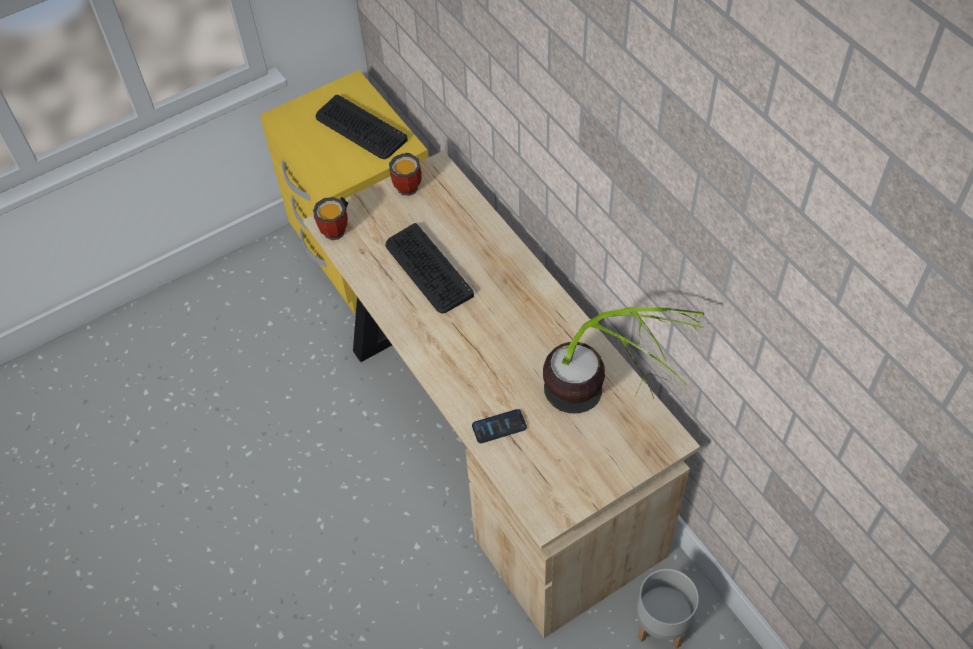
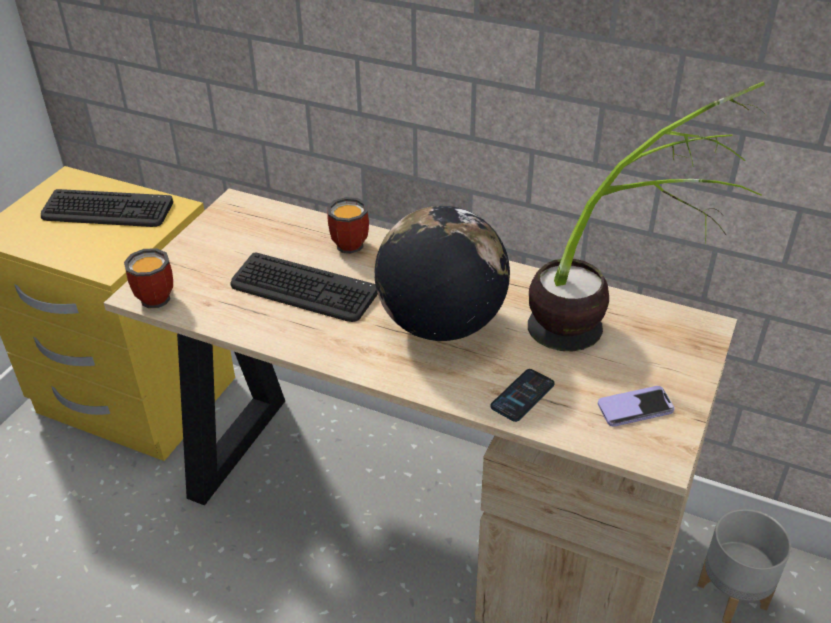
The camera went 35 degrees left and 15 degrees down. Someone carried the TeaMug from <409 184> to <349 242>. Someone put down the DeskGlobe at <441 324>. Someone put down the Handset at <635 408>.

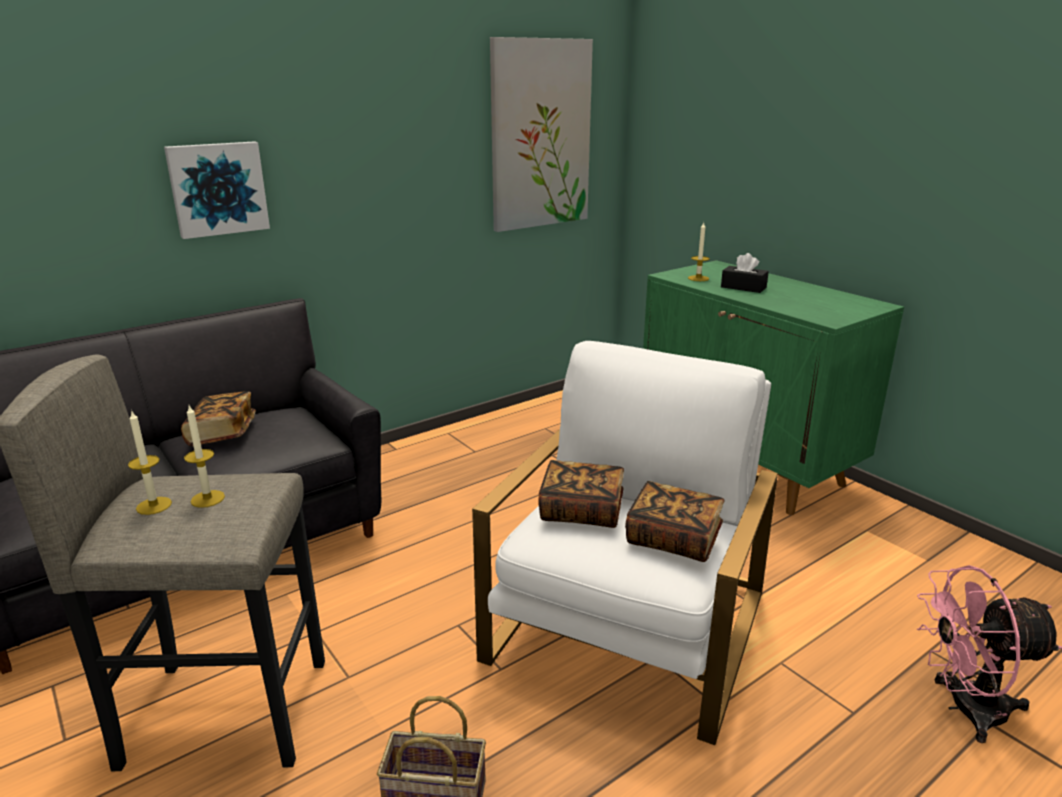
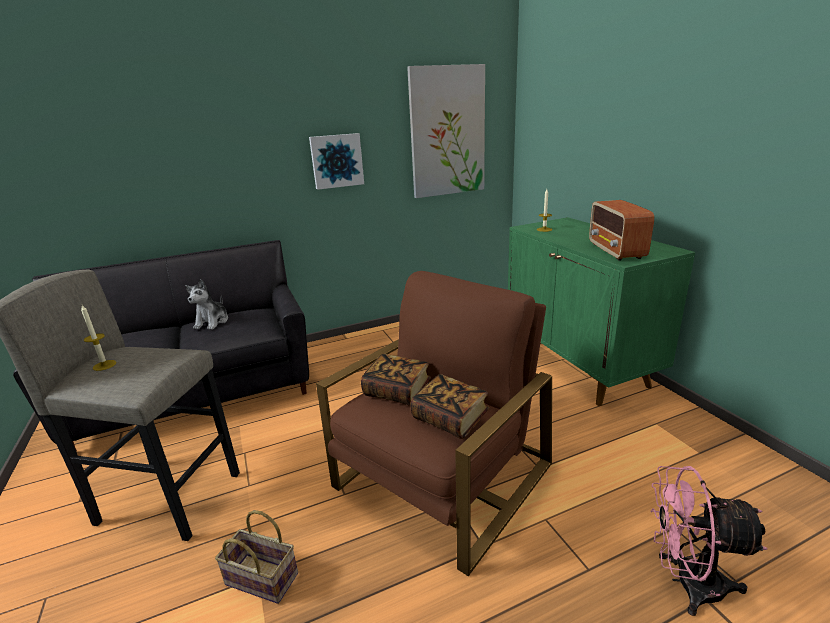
The camera went 15 degrees right and 0 degrees up. Someone carried the WallPicture from <217 189> to <336 161>. Someone swapped the Book at <222 433> for the SoftToy at <212 322>. Someone took away the Candle at <207 499>. Someone repainted the WhiteArmchair at <628 628>, which became the BrownArmchair at <442 477>. Someone took away the BlackishBoxOfTissues at <743 287>. Someone put down the RadioReceiver at <616 251>.

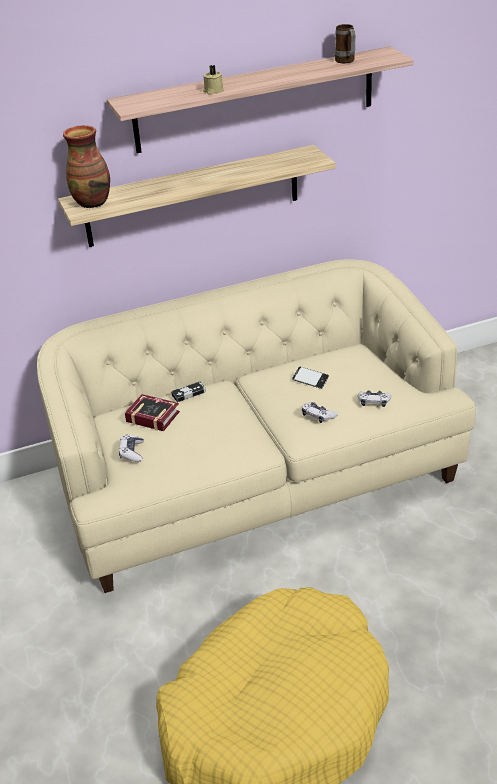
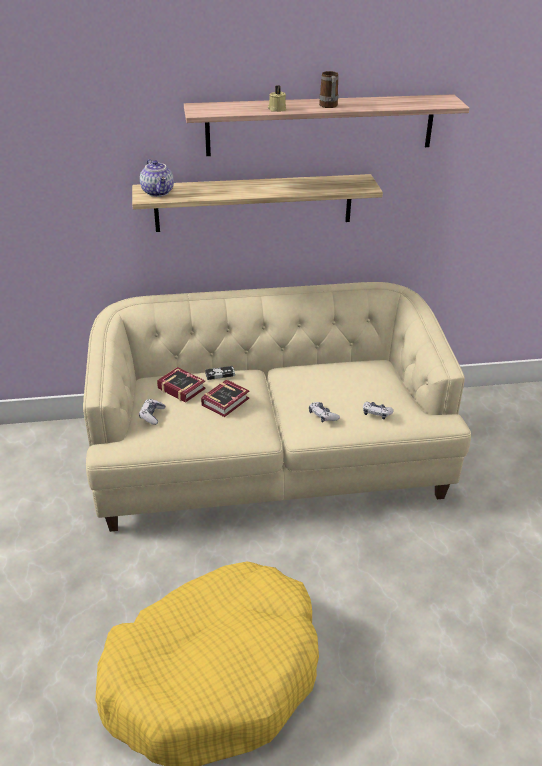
The camera went 10 degrees right and 0 degrees up. Someone swapped the FlowerVase at <93 202> for the PotForTea at <158 192>. Someone took away the Handset at <310 380>. Someone carried the TeaMug from <346 61> to <329 106>. Someone put down the Book at <227 401>.

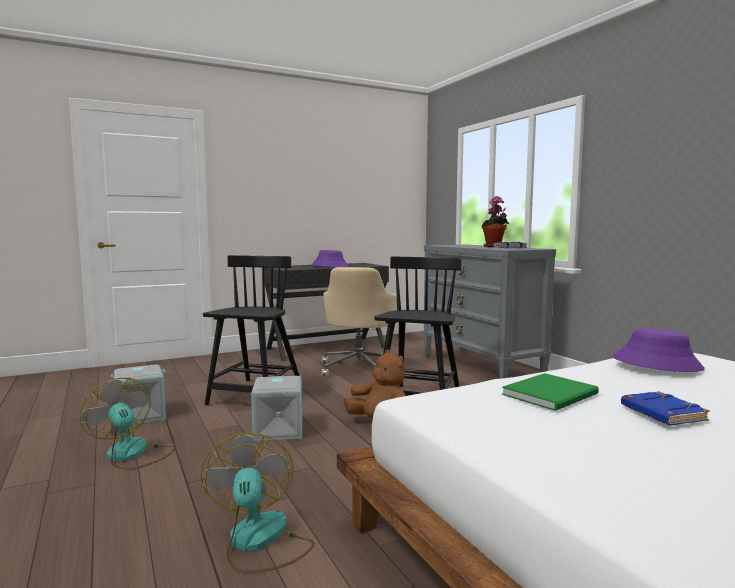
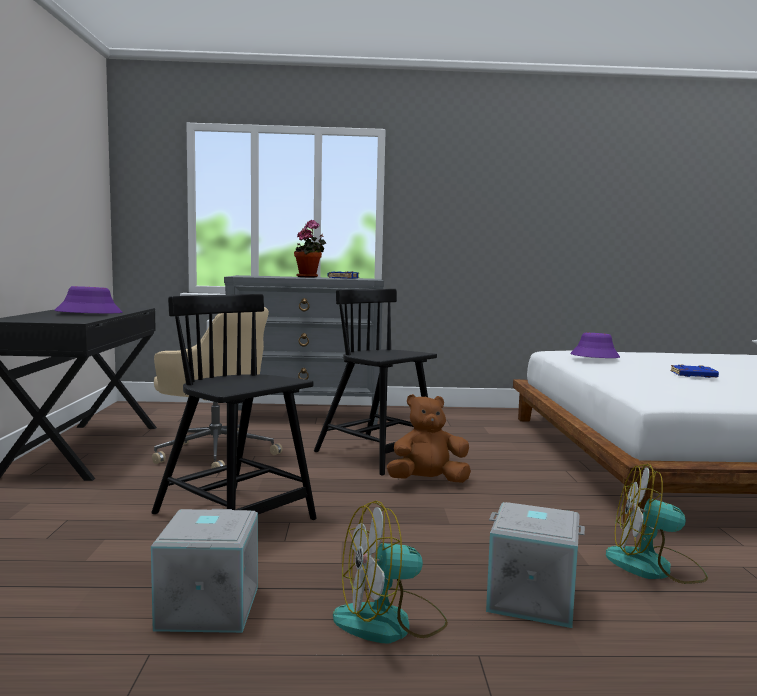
The camera went 65 degrees left and 0 degrees up. Someone carried the GrayStorageBox from <279 430> to <532 598>. Someone took away the GreenColouredBook at <553 394>.

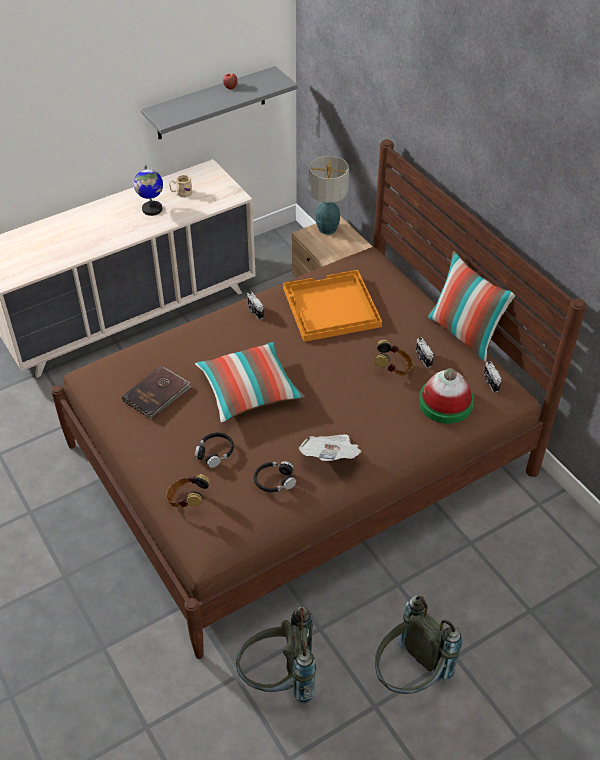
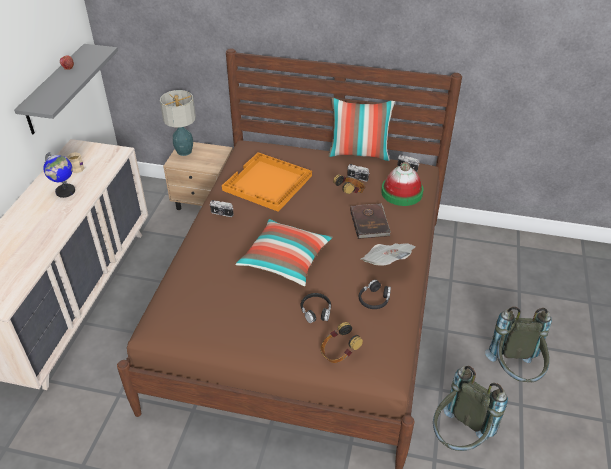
The camera went 45 degrees left and 5 degrees down. Someone carried the BrownBook from <157 394> to <370 222>.

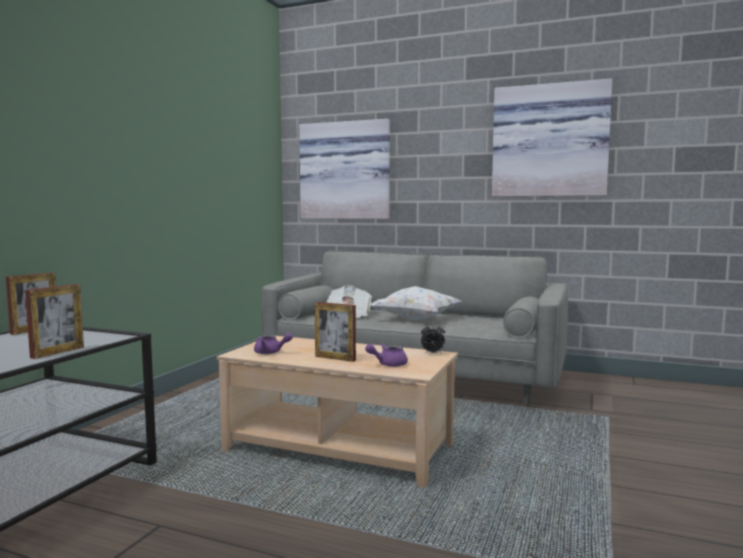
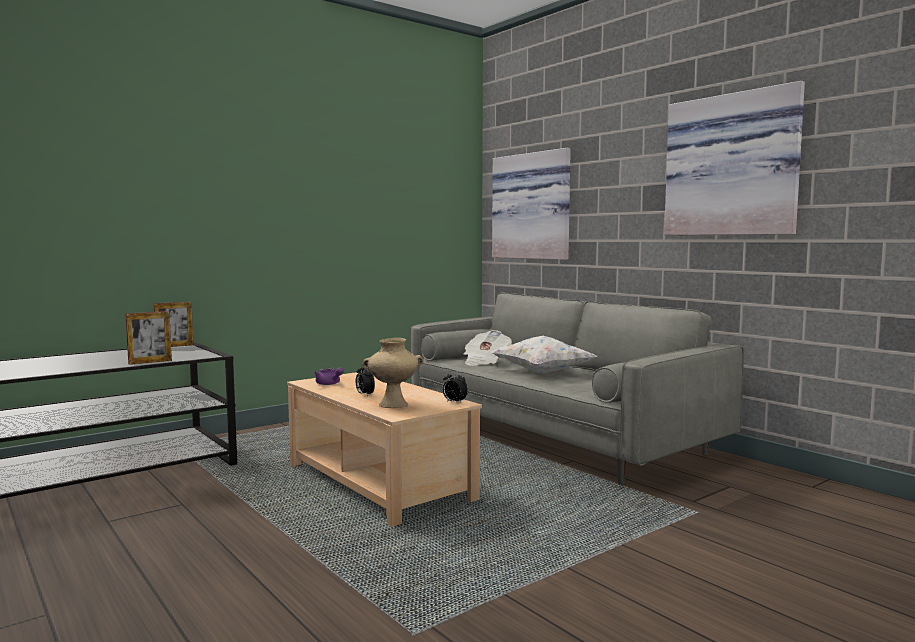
The camera went 30 degrees right and 0 degrees up. Someone swapped the PhotoFrame at <335 358> for the TableClock at <364 395>. Someone swapped the PurplePotForTea at <388 364> for the BeigeColouredFlowerVase at <392 405>.

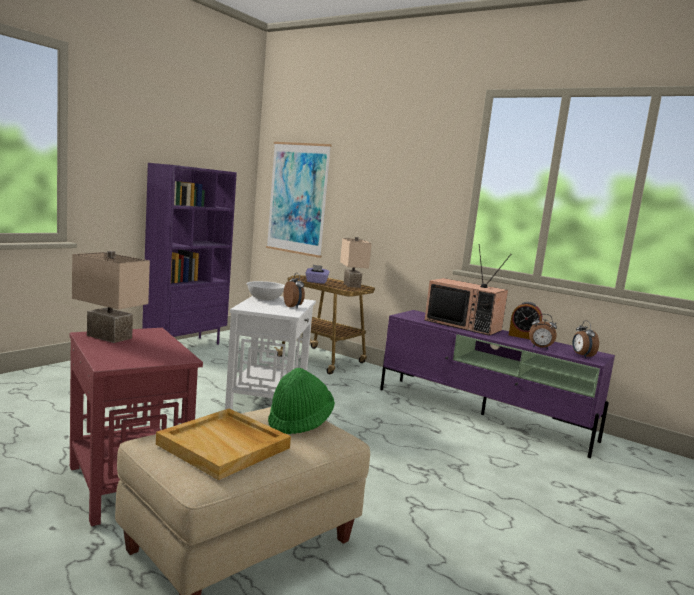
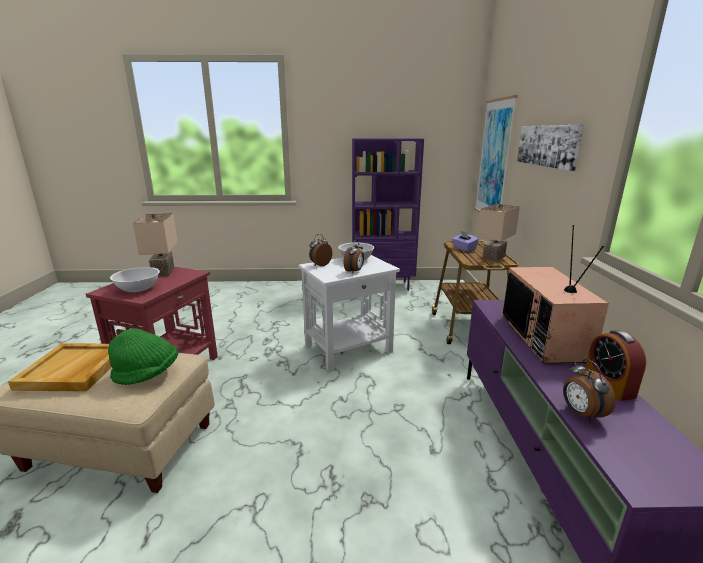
The camera went 55 degrees right and 10 degrees up. Someone carried the TableClock from <581 356> to <320 264>. Someone put down the WhiteDeepDish at <138 289>. Someone put up the WallPicture at <548 145>.

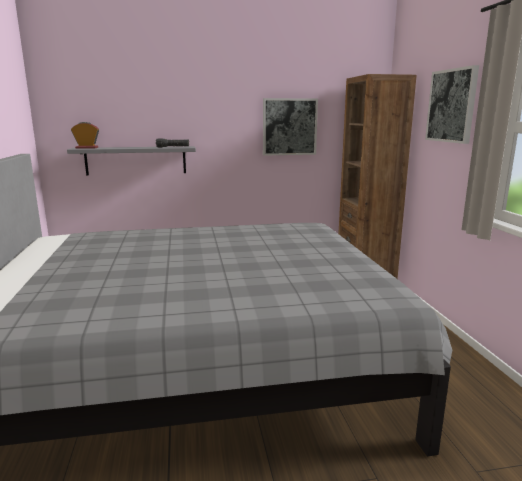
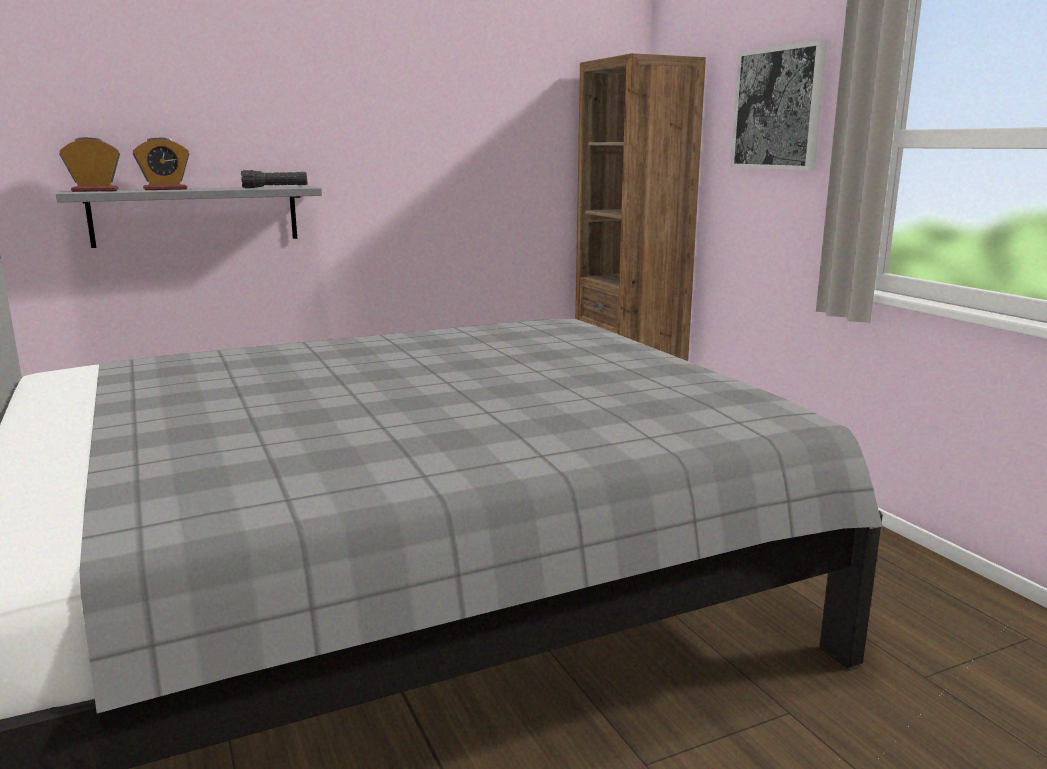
The camera went 15 degrees left and 0 degrees up. Someone took away the WallPicture at <289 127>. Someone put down the TableClock at <165 189>.

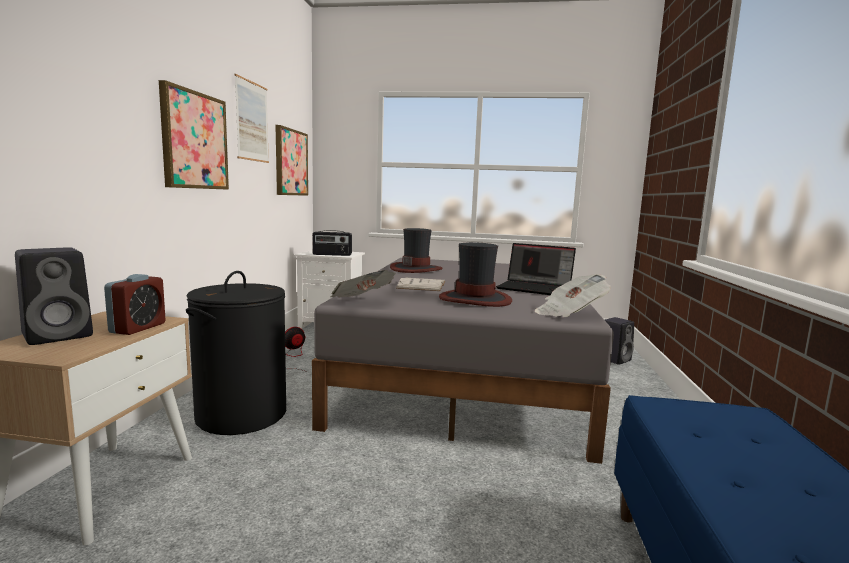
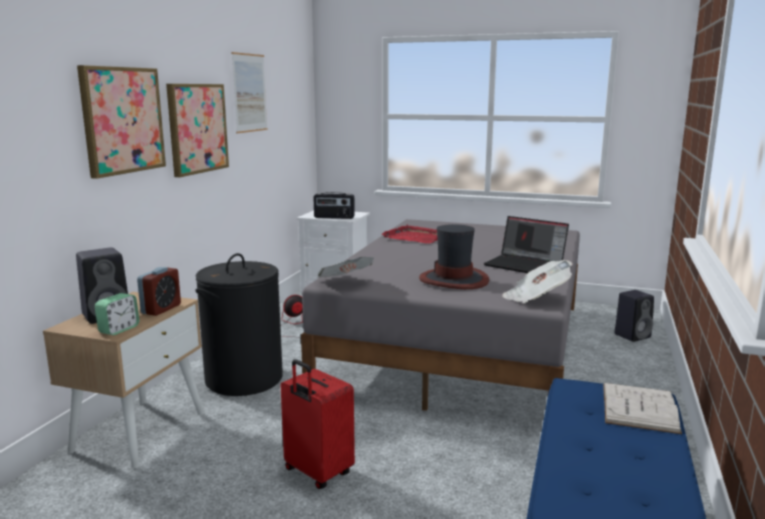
The camera went 10 degrees right and 5 degrees up. Someone carried the WallPicture from <290 162> to <122 120>. Someone swapped the WearableHat at <416 269> for the ReddishCarryingTray at <415 237>. Someone carried the WhiteBook from <421 285> to <639 407>. Someone put down the TableClock at <119 329>. Someone put down the ReddishSuitcase at <317 473>.

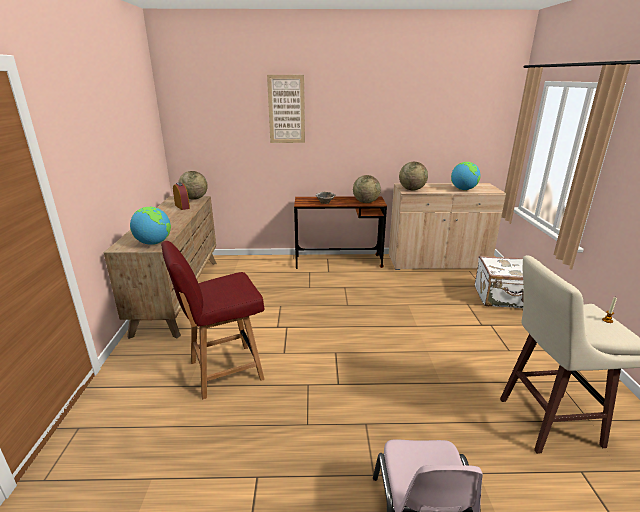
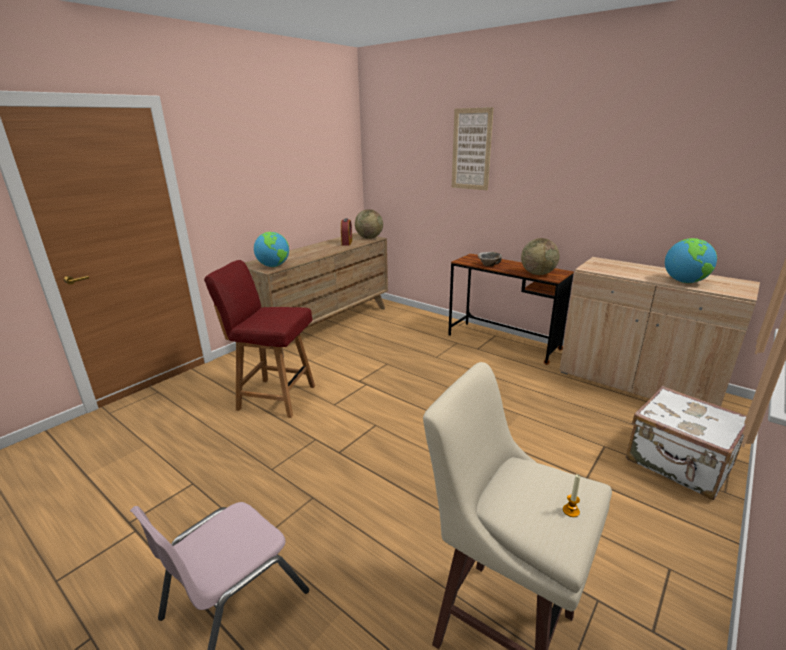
The camera went 40 degrees right and 0 degrees up. Someone took away the DeskGlobe at <412 189>.

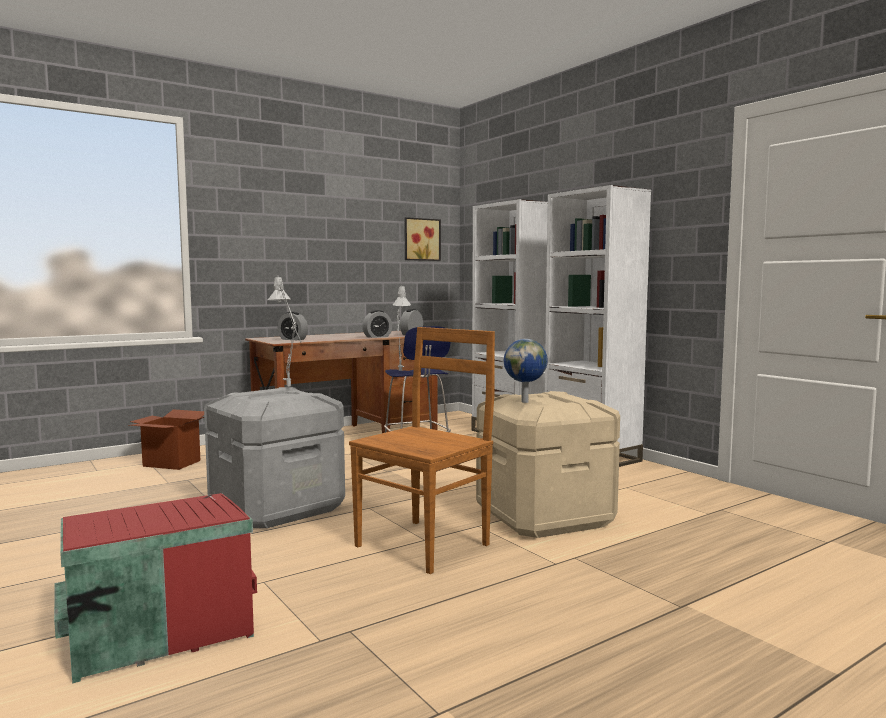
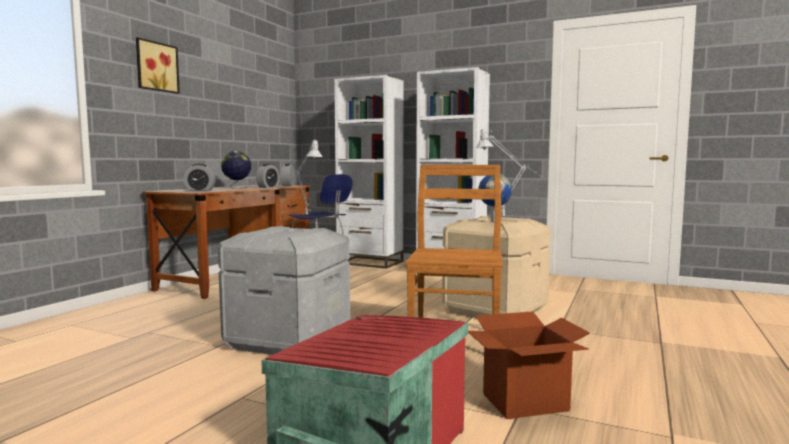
The camera went 30 degrees left and 0 degrees up. Someone carried the CardboardBox from <171 463> to <524 402>. Someone carried the GrayTableLamp from <290 389> to <507 217>. Someone carried the WallPicture from <421 239> to <156 67>. Someone put down the DeskGlobe at <237 188>.

